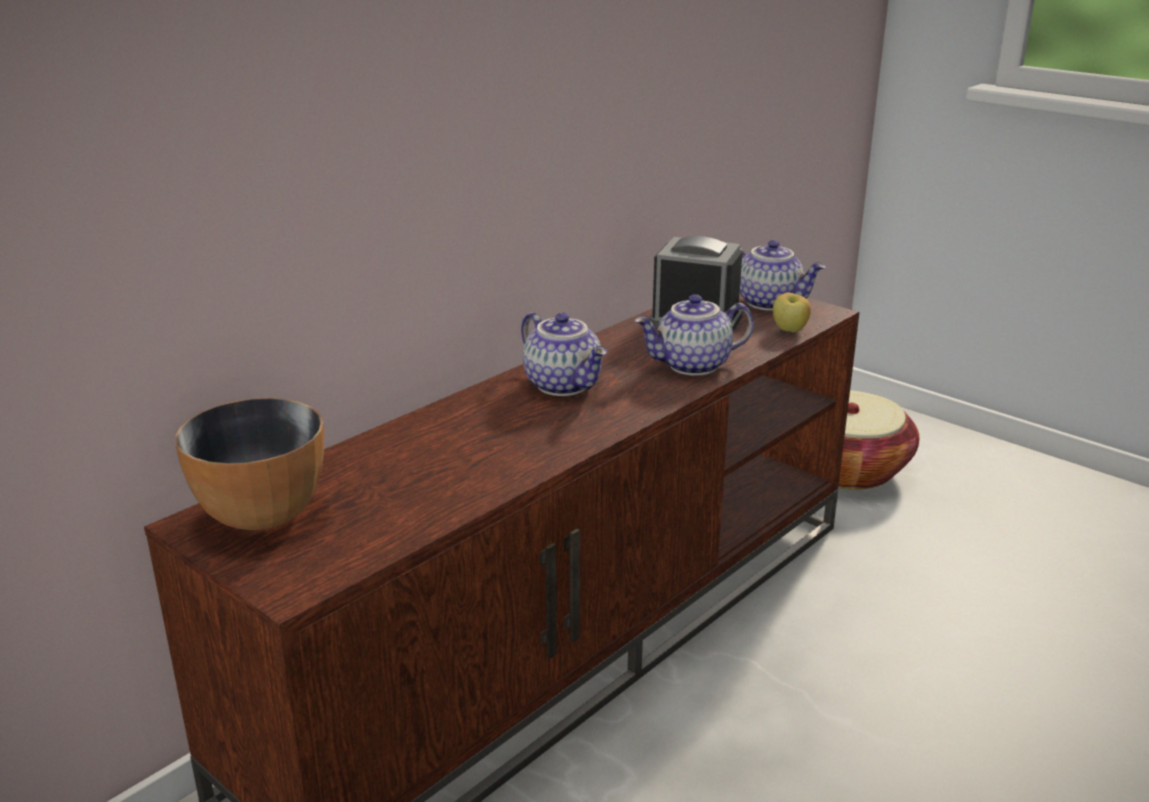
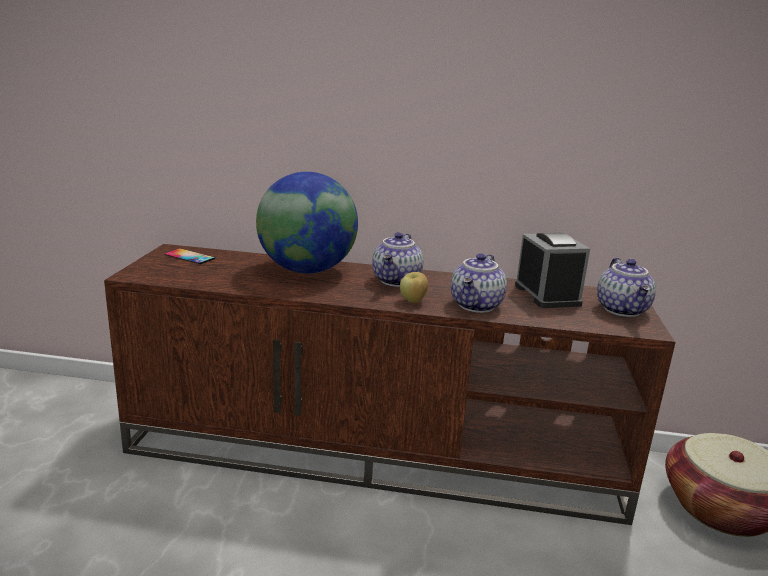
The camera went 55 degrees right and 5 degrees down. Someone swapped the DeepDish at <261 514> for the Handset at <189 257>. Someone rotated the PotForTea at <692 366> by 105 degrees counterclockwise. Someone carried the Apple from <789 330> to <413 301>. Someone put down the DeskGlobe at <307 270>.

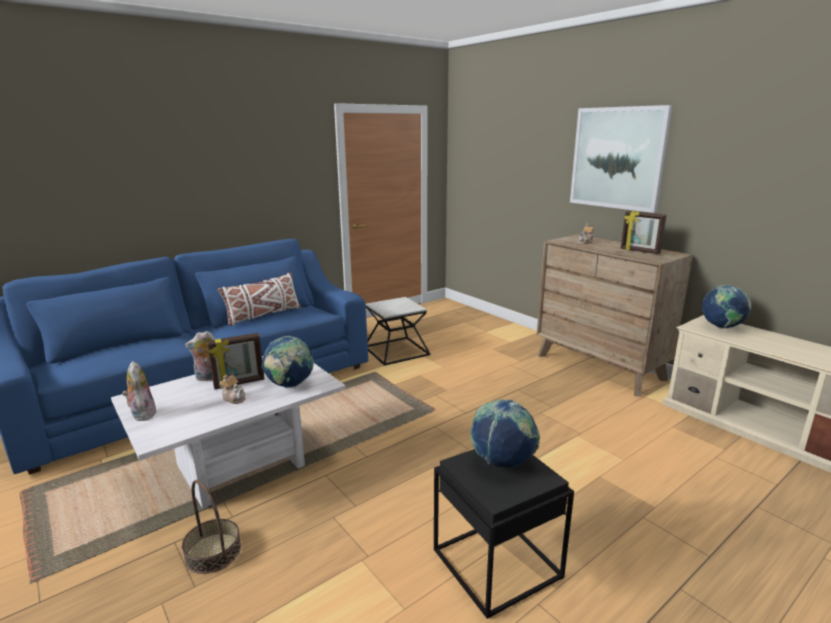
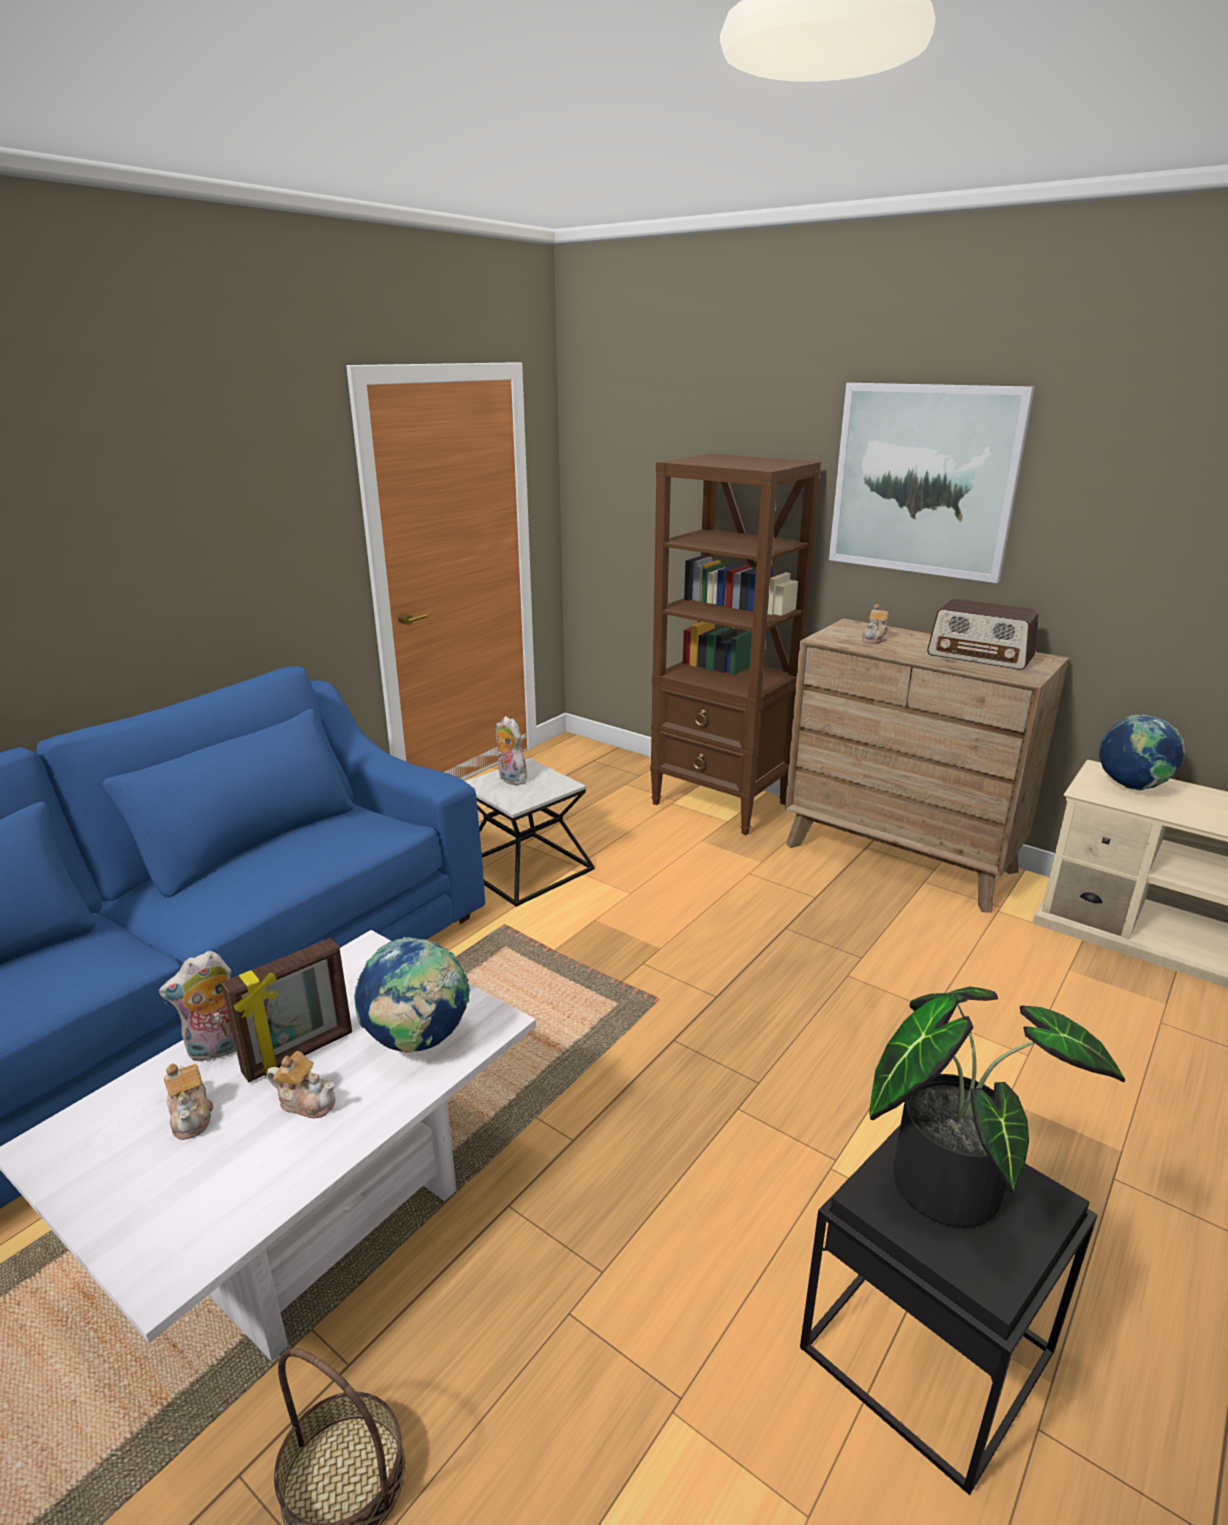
The camera went 15 degrees left and 5 degrees up. Someone carried the SoftToy from <142 414> to <510 779>. Someone took away the WhitePillow at <263 315>. Someone swapped the DeskGlobe at <502 462> for the Houseplant at <949 1175>. Someone swapped the PhotoFrame at <639 251> for the RadioReceiver at <980 656>. Someone put down the PotForTea at <191 1116>. Someone put down the BrownBookshelf at <721 804>.

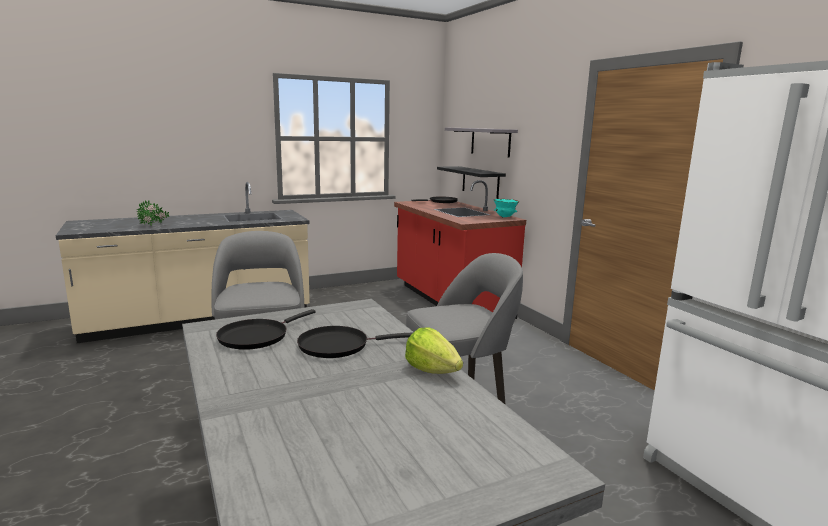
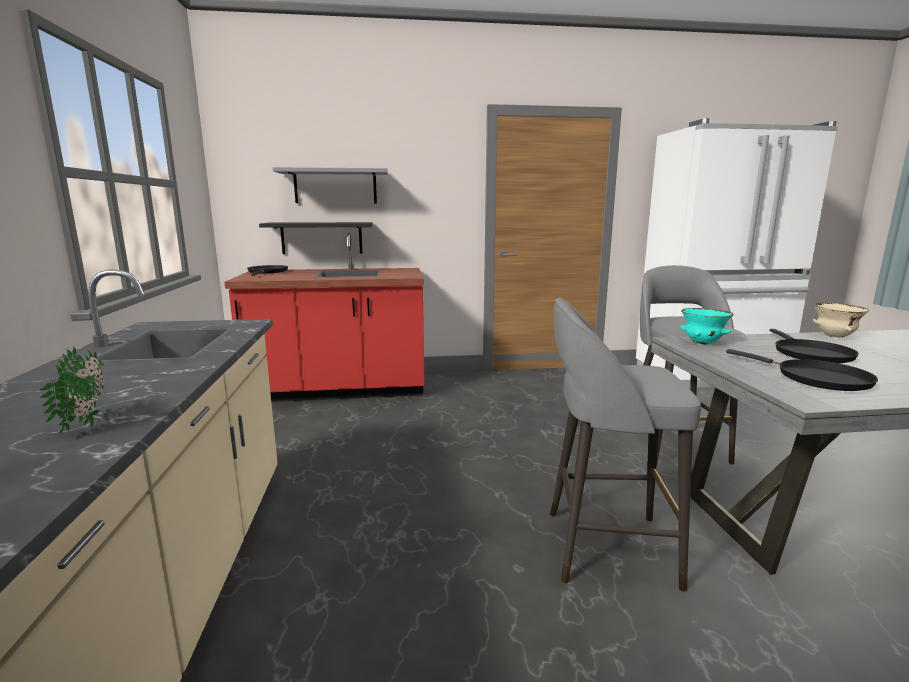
The camera went 70 degrees left and 0 degrees up. Someone swapped the HeadOfLettuce at <432 370> for the BeigeColouredDeepDish at <834 337>. Someone carried the BlueGreenDeepDish from <504 217> to <703 343>.

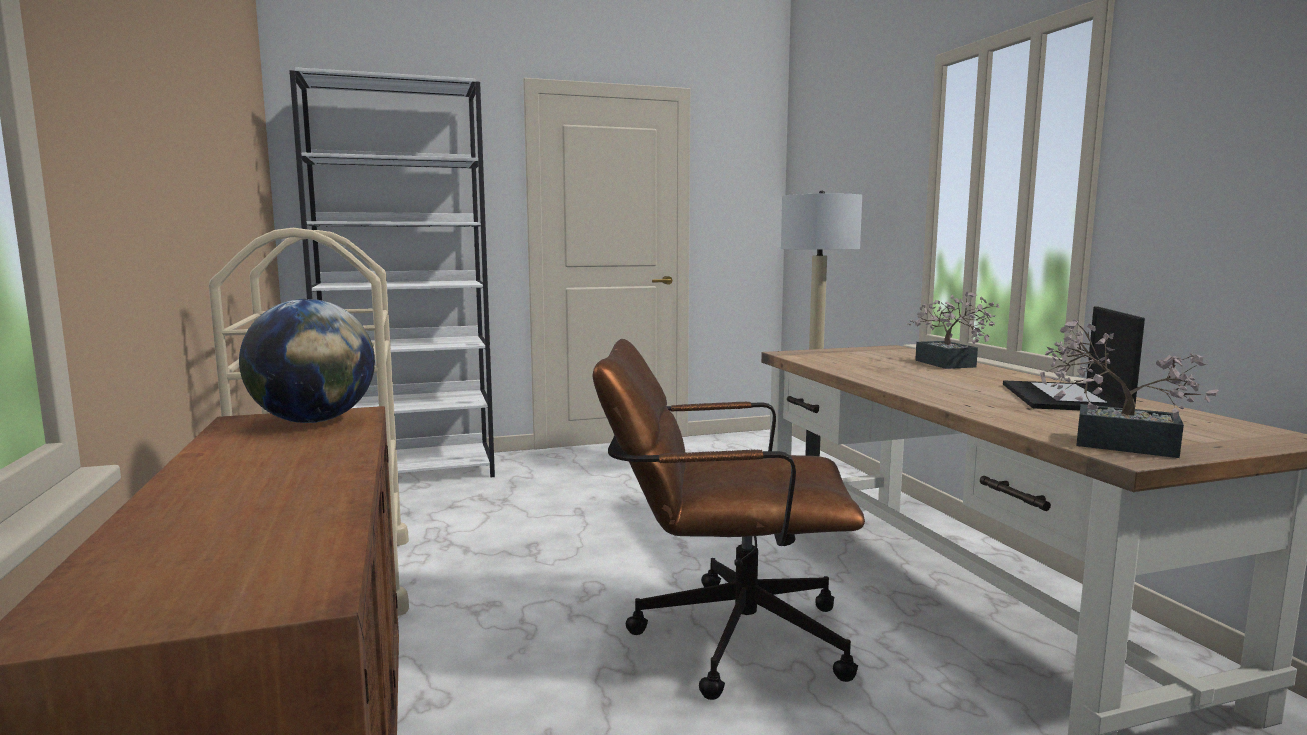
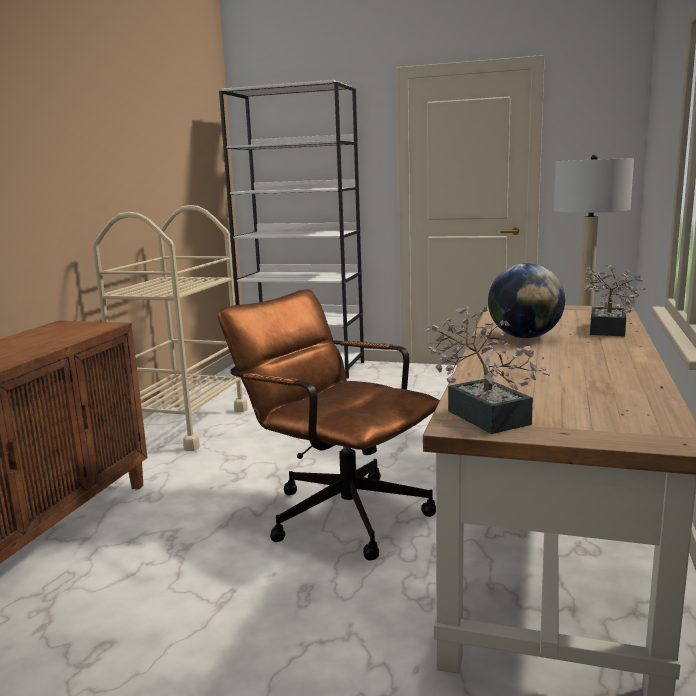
The camera went 35 degrees right and 5 degrees up. Someone carried the DeskGlobe from <313 421> to <524 337>. Someone took away the Laptop at <1065 398>.

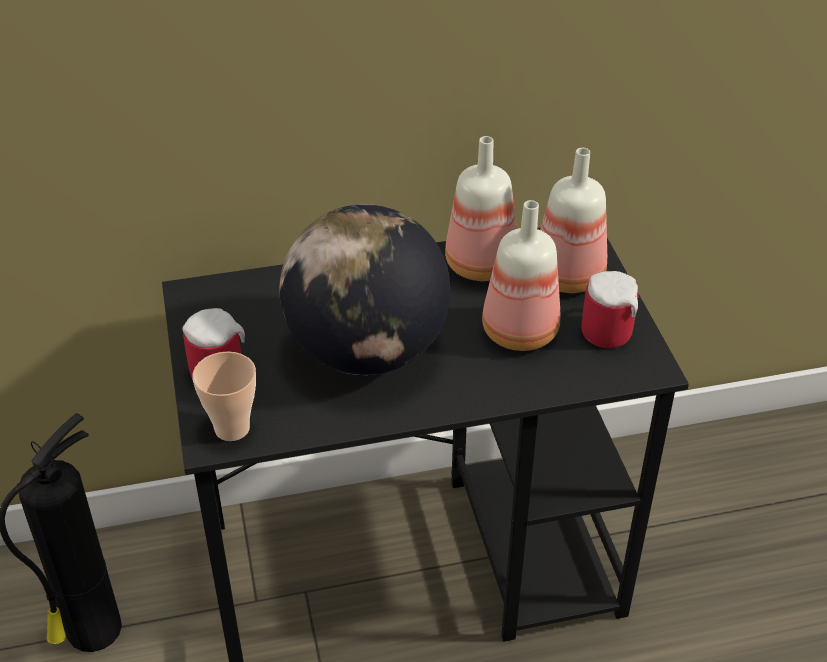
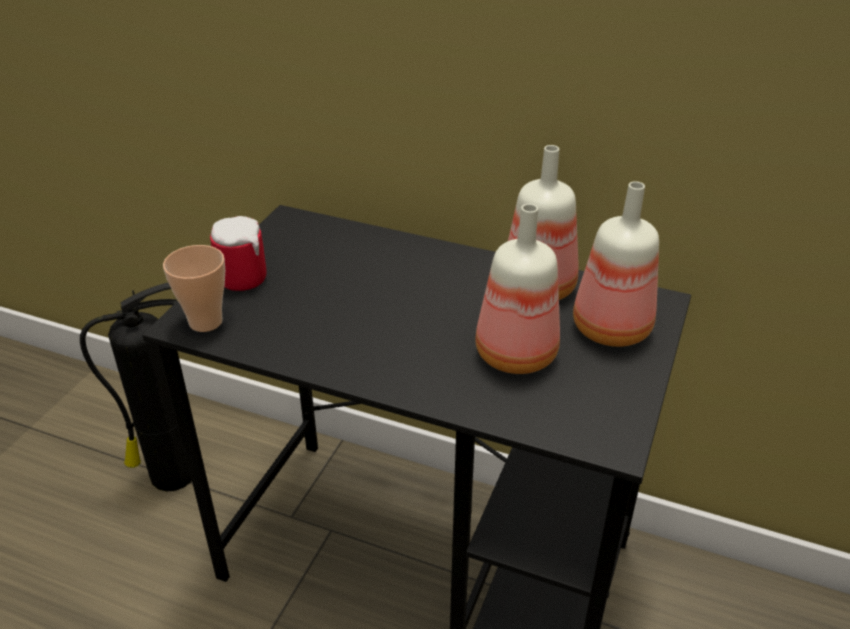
The camera went 35 degrees right and 5 degrees down. Someone took away the DeskGlobe at <366 351>. Someone took away the TeaMug at <611 329>.

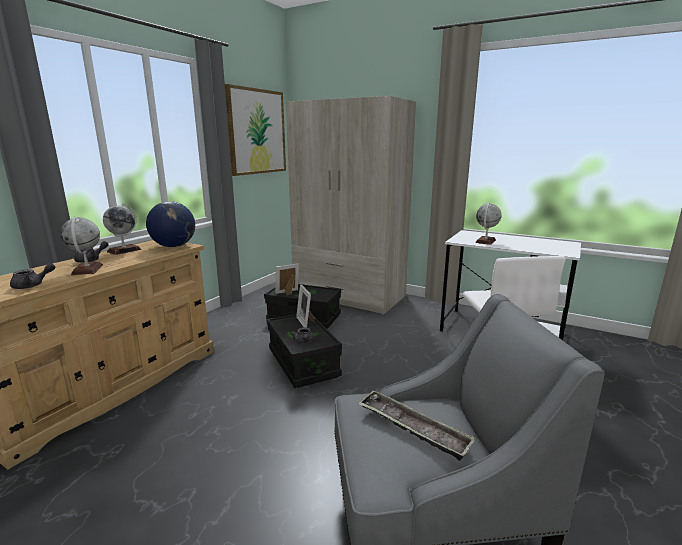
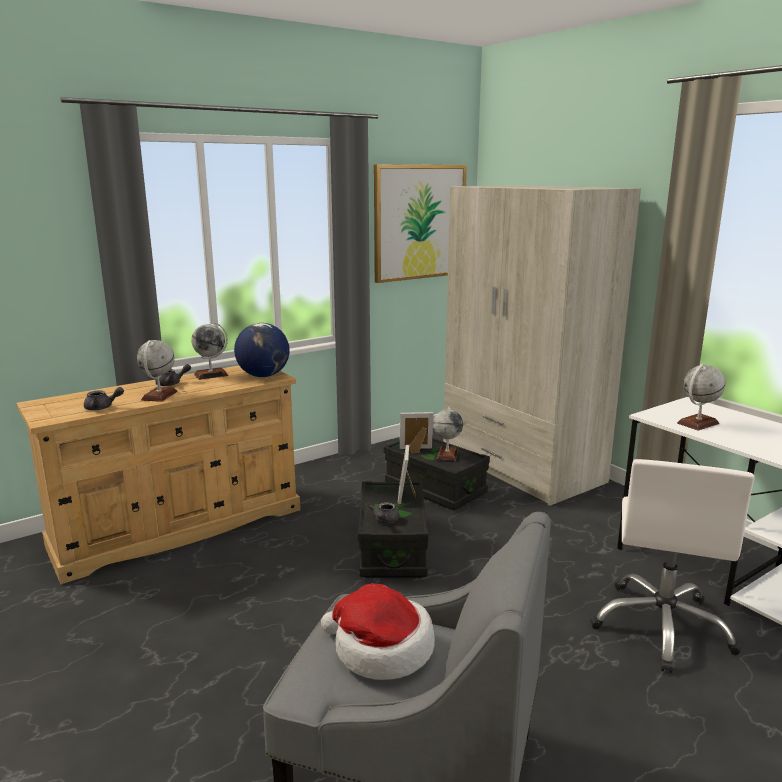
The camera went 25 degrees right and 0 degrees up. Someone swapped the CarryingTray at <413 428> for the WearableHat at <381 649>. Someone put down the DeskGlobe at <447 454>.

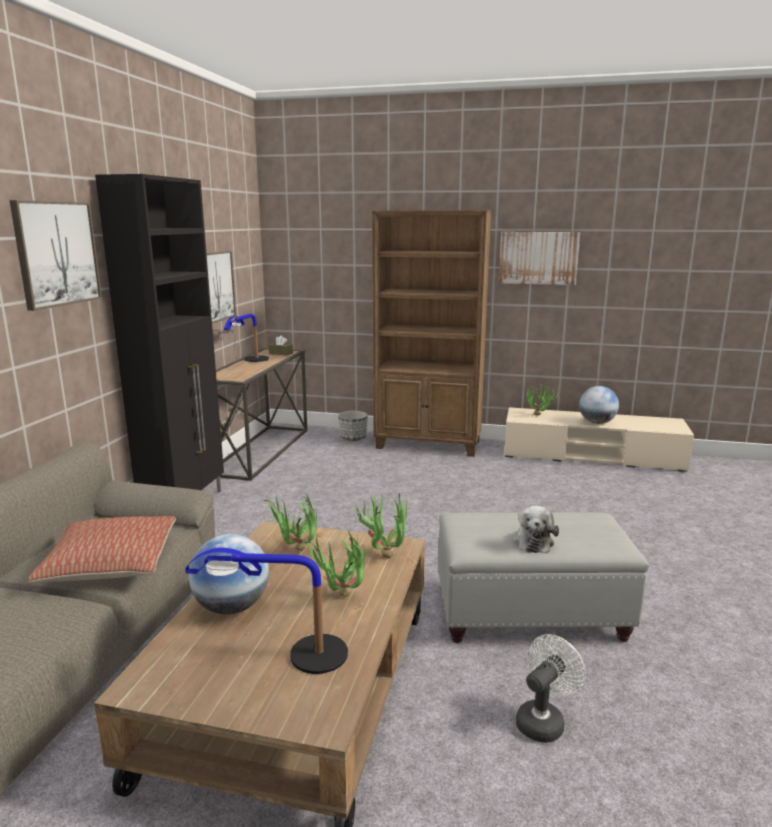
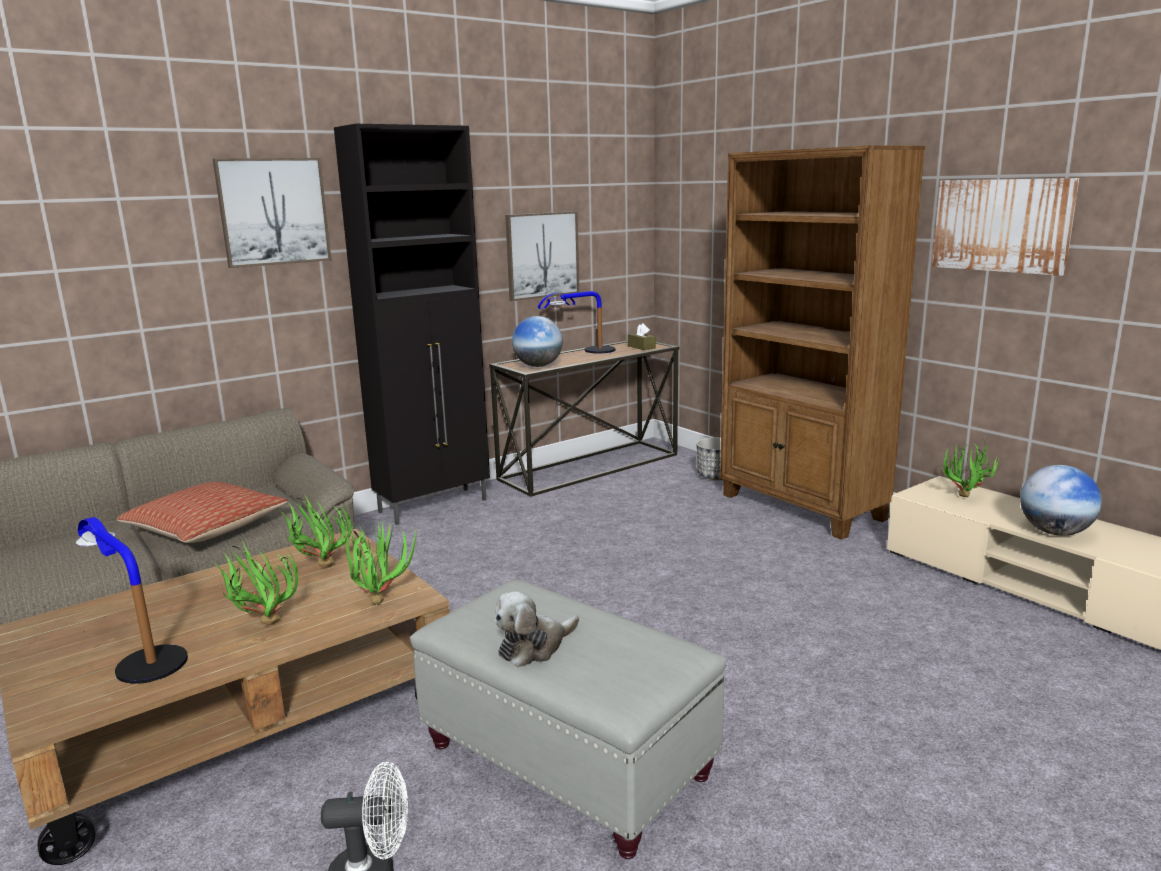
The camera went 40 degrees right and 0 degrees up. Someone carried the DeskGlobe from <232 607> to <538 366>.

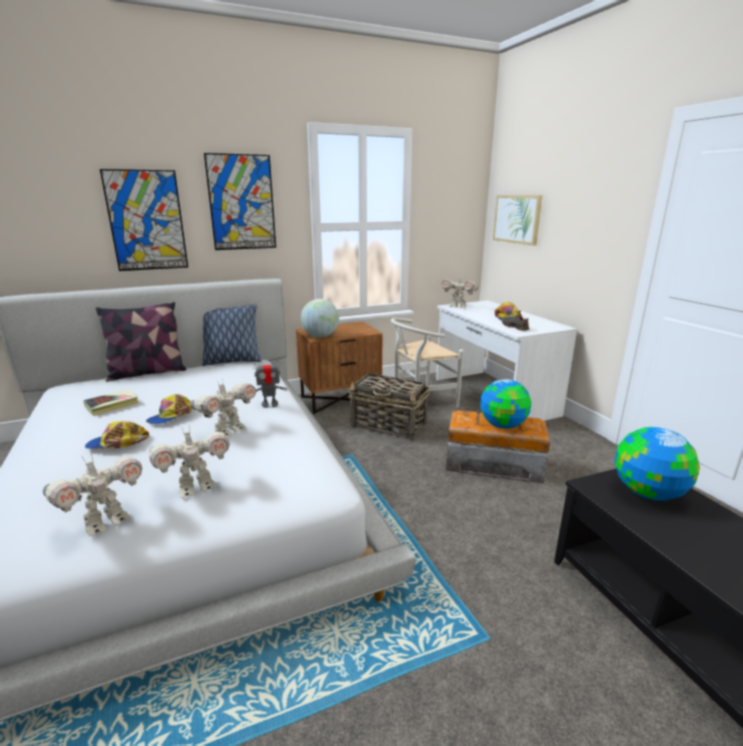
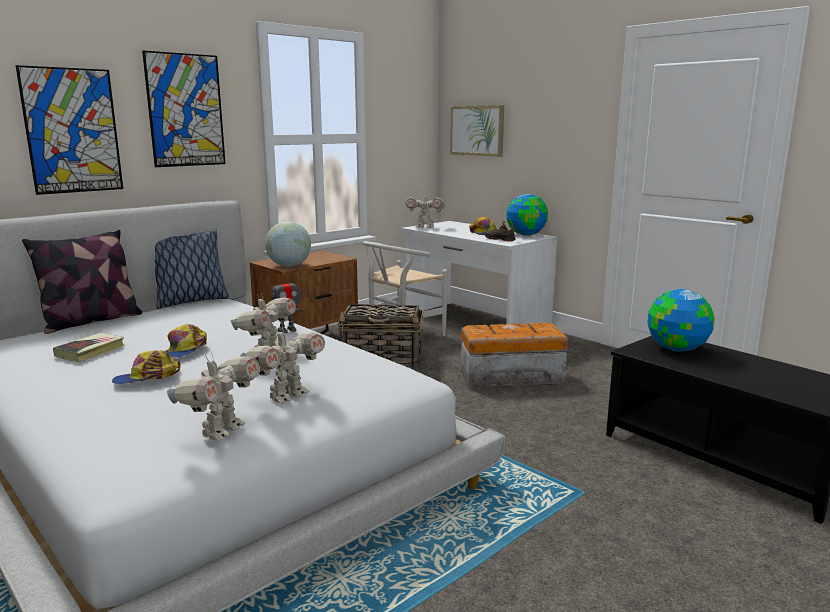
The camera went 20 degrees left and 5 degrees down. Someone carried the DeskGlobe from <503 425> to <526 235>.

